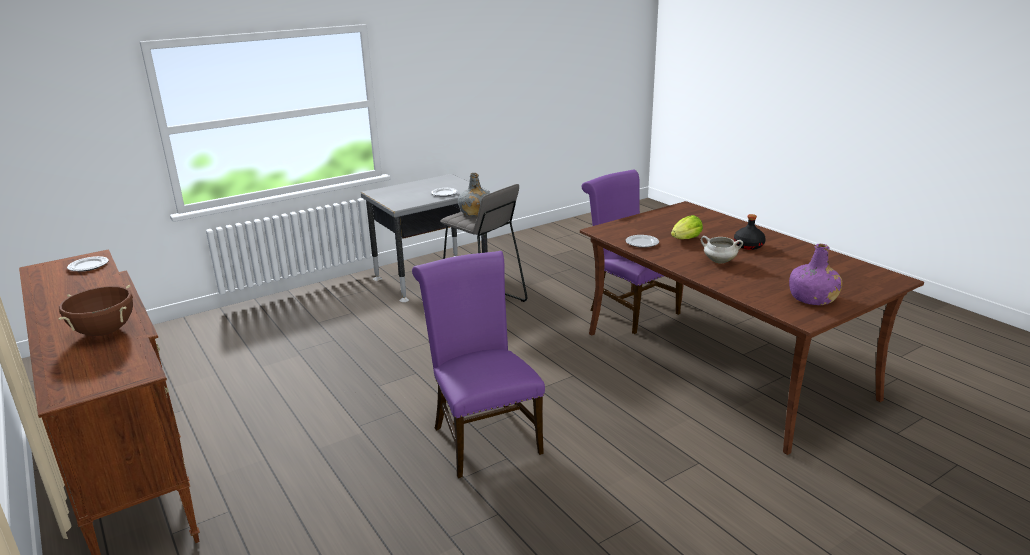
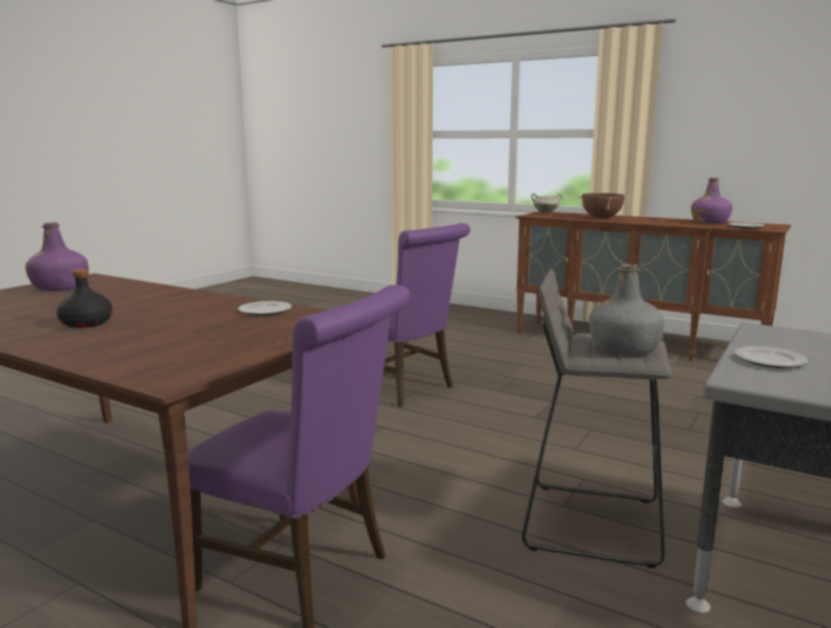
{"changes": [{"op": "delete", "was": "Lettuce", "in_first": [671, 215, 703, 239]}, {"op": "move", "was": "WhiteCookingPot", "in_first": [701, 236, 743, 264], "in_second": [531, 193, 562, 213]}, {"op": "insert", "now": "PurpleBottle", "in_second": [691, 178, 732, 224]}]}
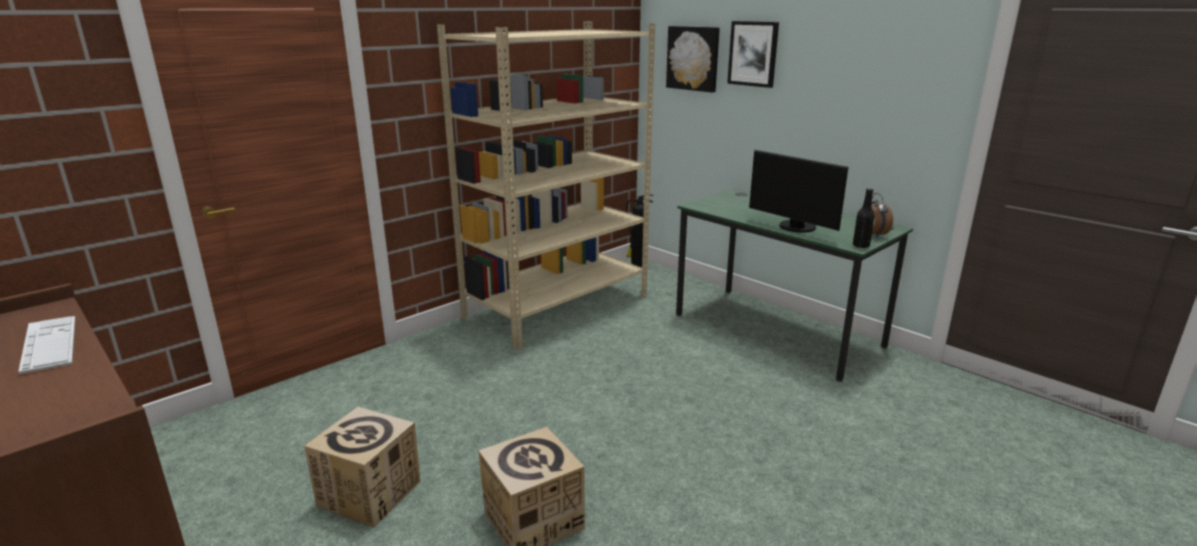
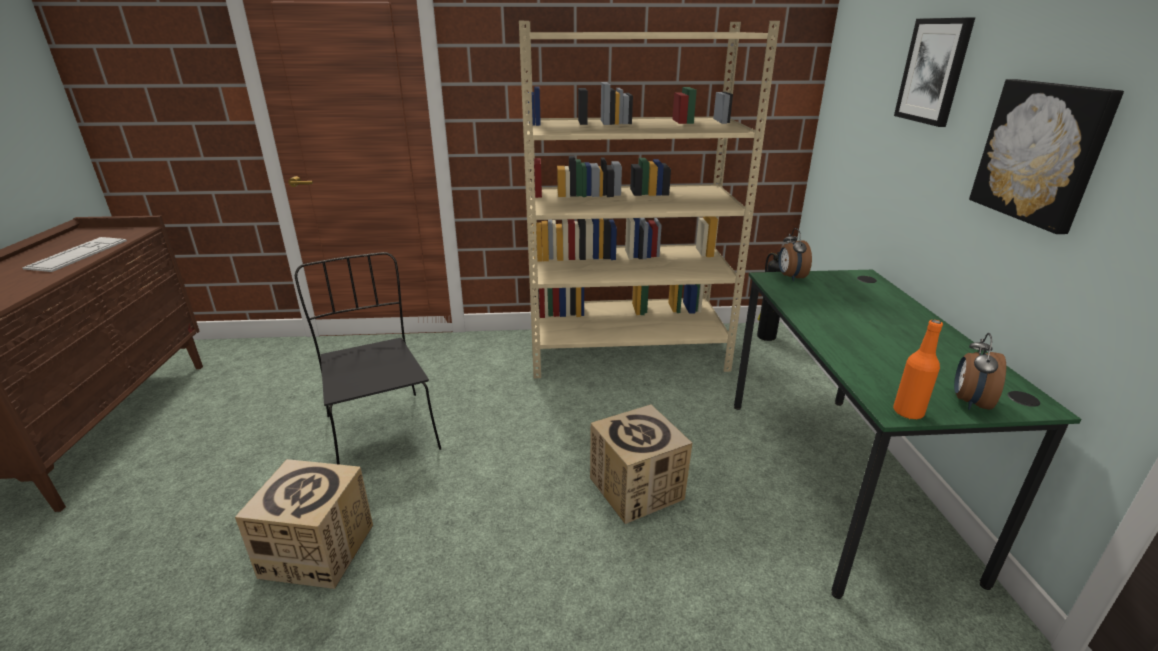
{"changes": [{"op": "move", "was": "Picture", "in_first": [666, 26, 720, 93], "in_second": [969, 79, 1124, 234]}, {"op": "delete", "was": "Monitor", "in_first": [749, 150, 848, 233]}, {"op": "recolor", "was": "BlackBottle", "now": "OrangeBottle", "in_first": [853, 188, 875, 248], "in_second": [893, 320, 943, 419]}, {"op": "move", "was": "CardboardBox", "in_first": [304, 407, 420, 528], "in_second": [590, 404, 692, 524]}, {"op": "insert", "now": "AlarmClock", "in_second": [778, 228, 812, 281]}, {"op": "insert", "now": "BlackChair", "in_second": [295, 252, 441, 465]}]}
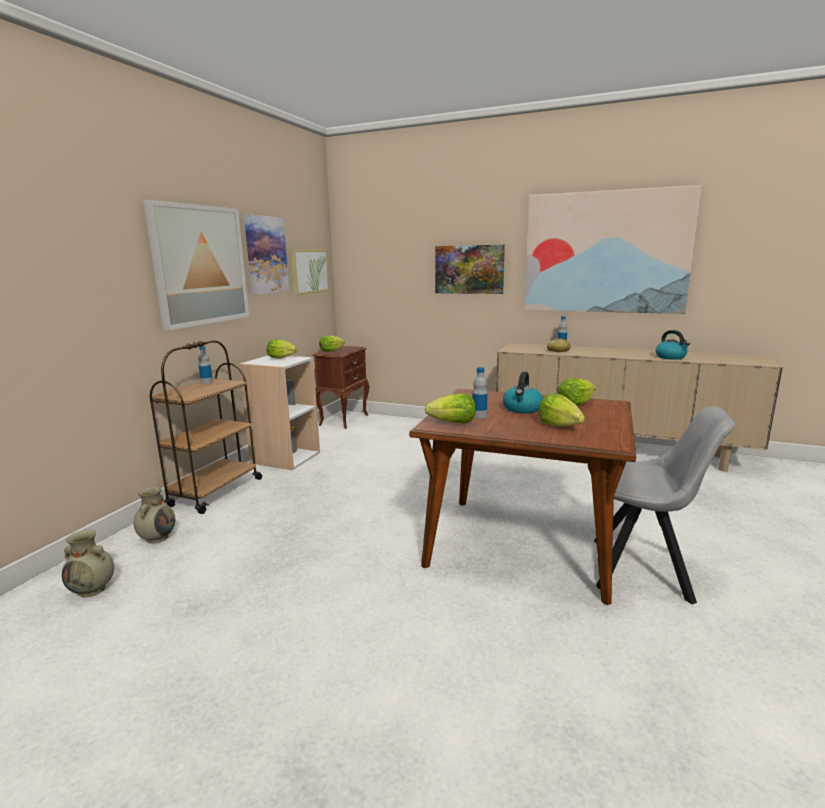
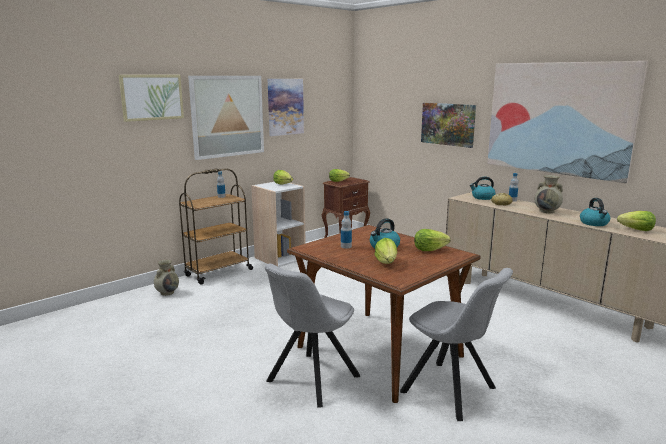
{"changes": [{"op": "move", "was": "Picture", "in_first": [290, 249, 329, 295], "in_second": [119, 75, 184, 122]}, {"op": "move", "was": "Lettuce", "in_first": [425, 393, 475, 423], "in_second": [617, 211, 656, 231]}, {"op": "move", "was": "BeigeVase", "in_first": [62, 530, 114, 598], "in_second": [535, 175, 563, 213]}, {"op": "insert", "now": "Kettle", "in_second": [469, 177, 496, 200]}, {"op": "insert", "now": "GreyChair", "in_second": [265, 264, 360, 407]}]}
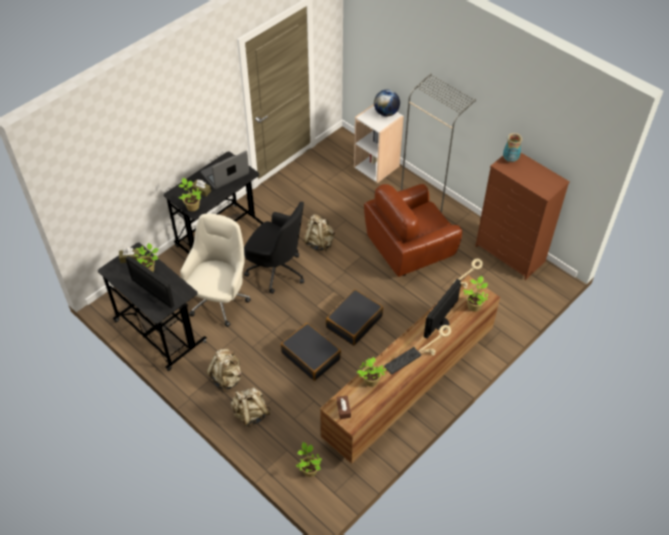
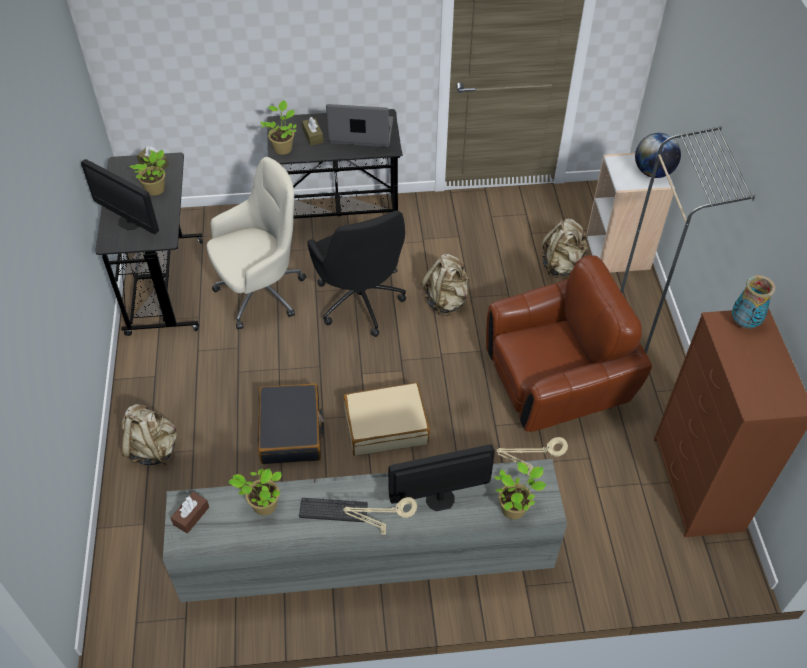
{"changes": [{"op": "rotate", "was": "BrownArmchair", "in_first": [364, 184, 462, 277], "in_second": [486, 255, 652, 432], "clockwise": 150}, {"op": "rotate", "was": "Monitor", "in_first": [126, 256, 174, 308], "in_second": [81, 159, 159, 234], "clockwise": -45}, {"op": "recolor", "was": "BrownCabinet", "now": "GreyCabinet", "in_first": [320, 275, 500, 464], "in_second": [163, 459, 567, 602]}, {"op": "recolor", "was": "BlackSuitcase", "now": "BeigeSuitcase", "in_first": [326, 289, 383, 346], "in_second": [343, 382, 430, 456]}, {"op": "move", "was": "BeigeBackpack", "in_first": [206, 349, 241, 392], "in_second": [542, 218, 588, 278]}, {"op": "delete", "was": "PottedPlant", "in_first": [296, 442, 322, 477]}]}
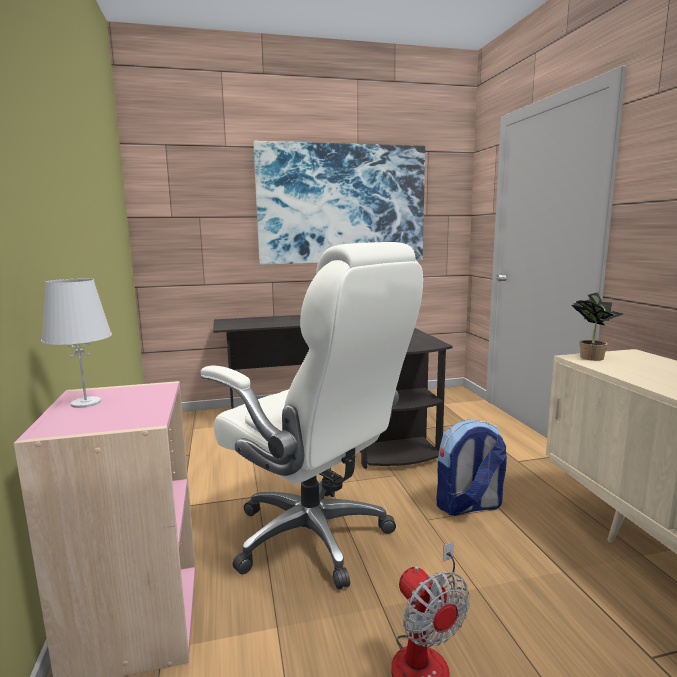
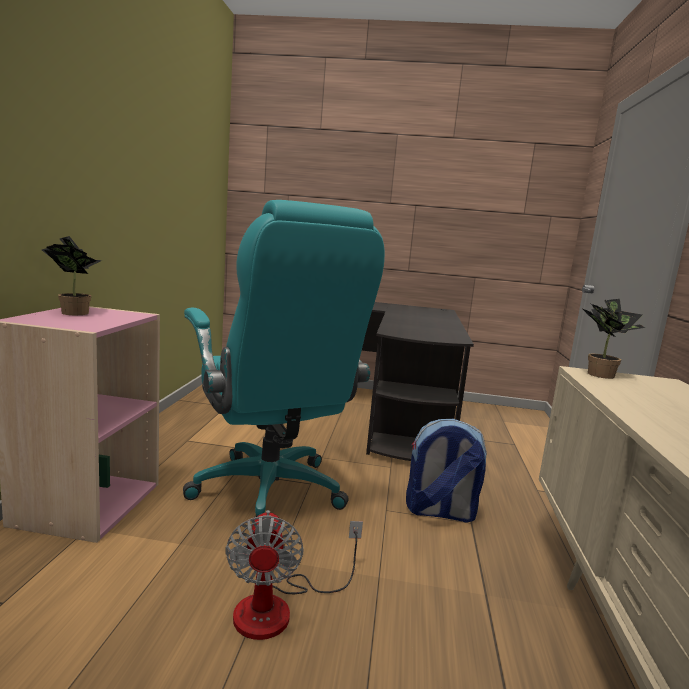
{"changes": [{"op": "delete", "was": "Picture", "in_first": [254, 141, 425, 265]}, {"op": "recolor", "was": "WhiteOfficeChair", "now": "TurquoiseOfficeChair", "in_first": [201, 242, 423, 590], "in_second": [183, 200, 385, 526]}, {"op": "replace", "was": "WhiteTableLamp", "now": "PottedPlant", "in_first": [41, 279, 112, 408], "in_second": [42, 236, 102, 315]}]}
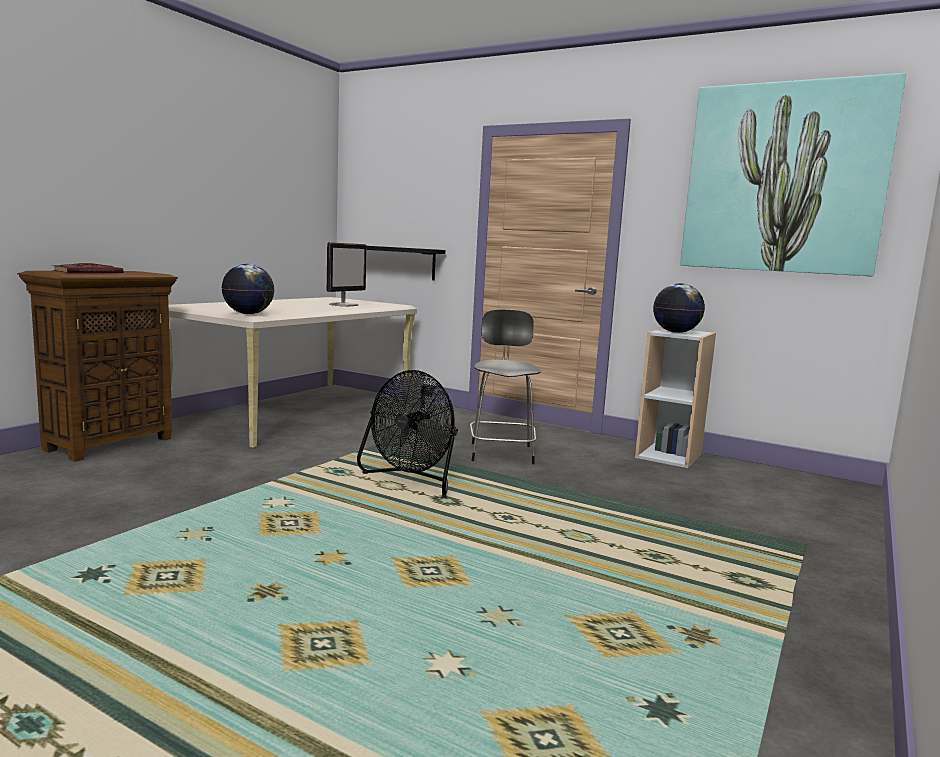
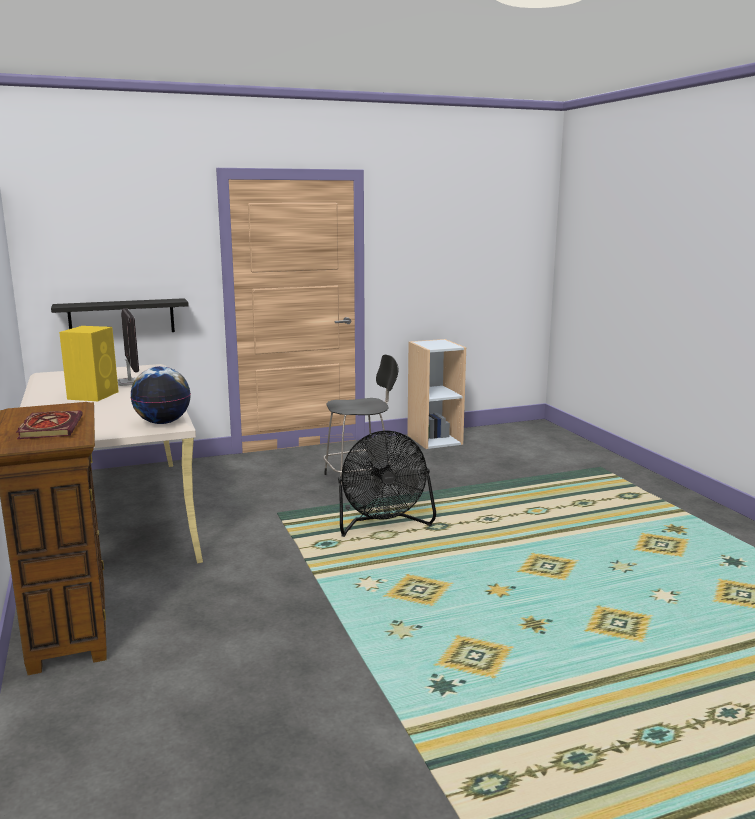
{"changes": [{"op": "delete", "was": "Picture", "in_first": [680, 73, 906, 276]}, {"op": "delete", "was": "Globe", "in_first": [653, 283, 705, 333]}, {"op": "rotate", "was": "BlackChair", "in_first": [470, 309, 541, 464], "in_second": [323, 355, 398, 485], "clockwise": 120}, {"op": "insert", "now": "YellowSpeaker", "in_second": [59, 326, 119, 401]}]}
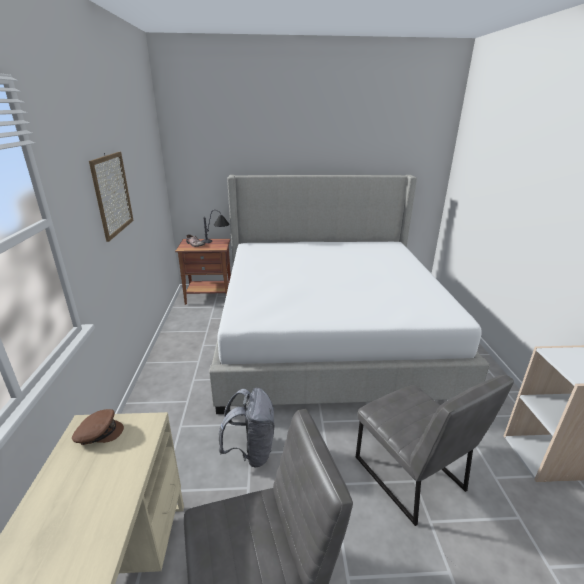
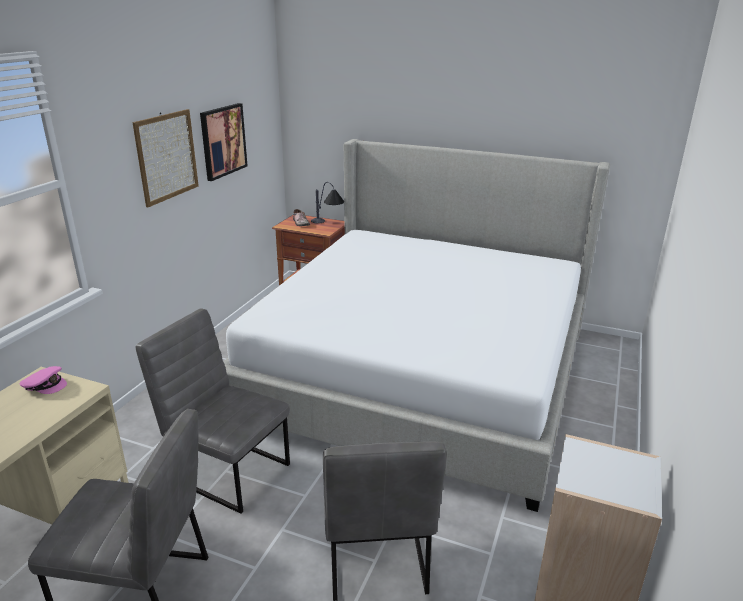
{"changes": [{"op": "replace", "was": "GreyBackpack", "now": "GreyChair", "in_first": [219, 388, 275, 468], "in_second": [136, 308, 290, 514]}, {"op": "recolor", "was": "BrownCap", "now": "PinkCap", "in_first": [72, 409, 124, 445], "in_second": [20, 366, 67, 394]}, {"op": "insert", "now": "Picture", "in_second": [200, 103, 248, 181]}]}
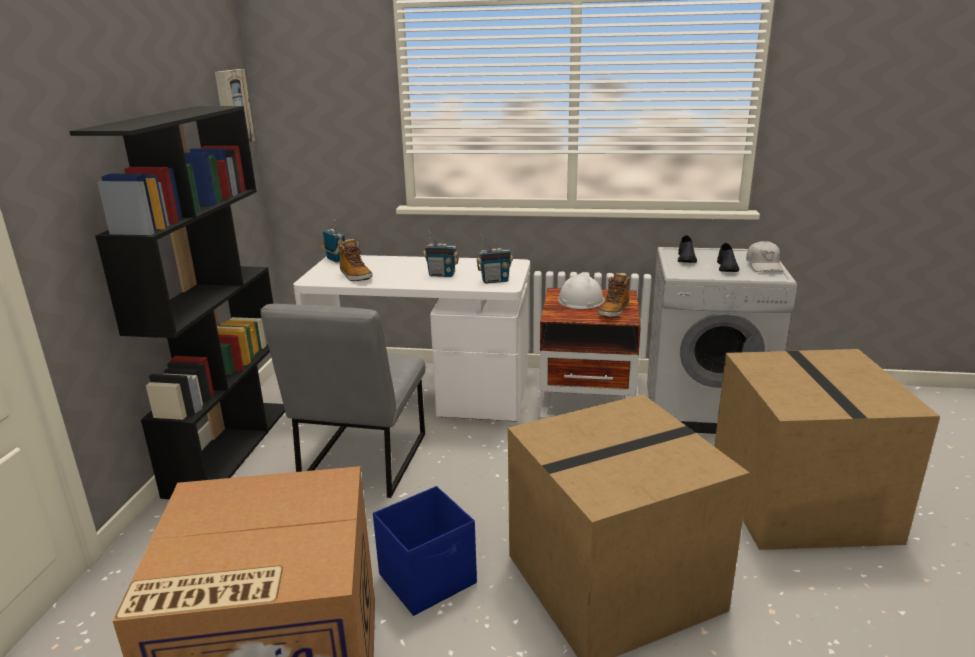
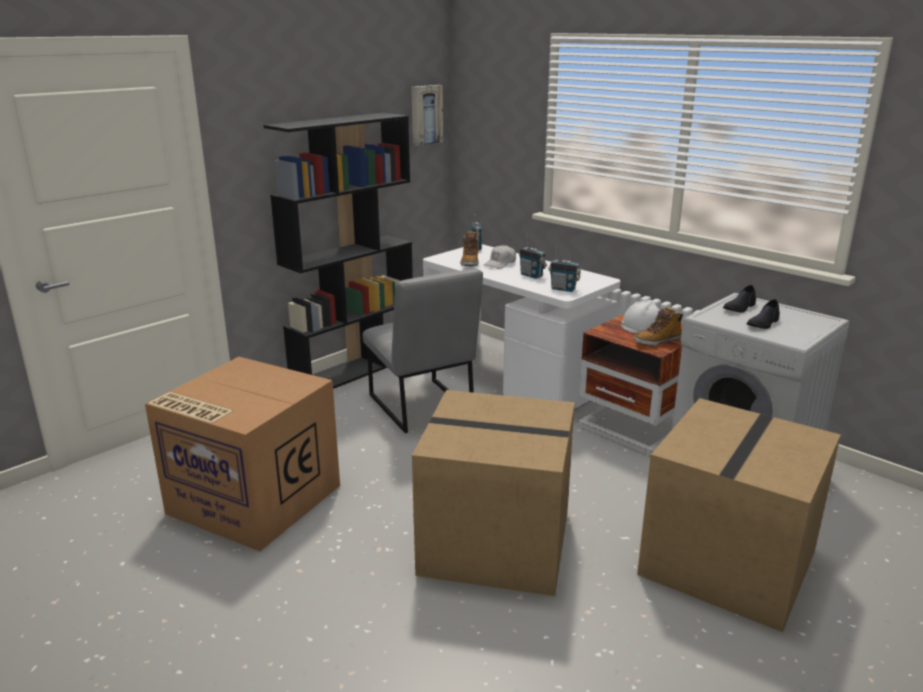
{"changes": [{"op": "move", "was": "WhiteCap", "in_first": [746, 241, 783, 272], "in_second": [484, 245, 516, 269]}, {"op": "rotate", "was": "GreyChair", "in_first": [260, 304, 426, 498], "in_second": [363, 269, 483, 433], "clockwise": -75}, {"op": "delete", "was": "BlueStorageBox", "in_first": [373, 486, 477, 616]}]}
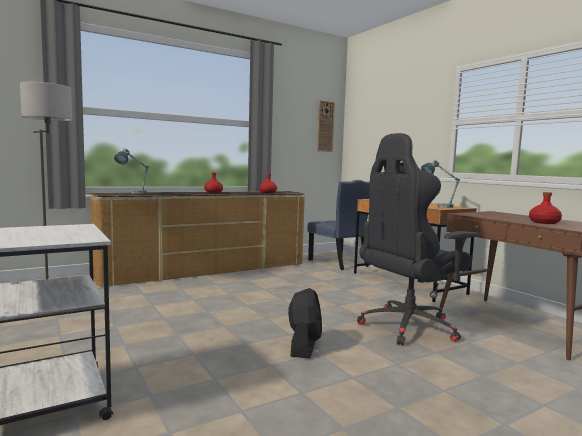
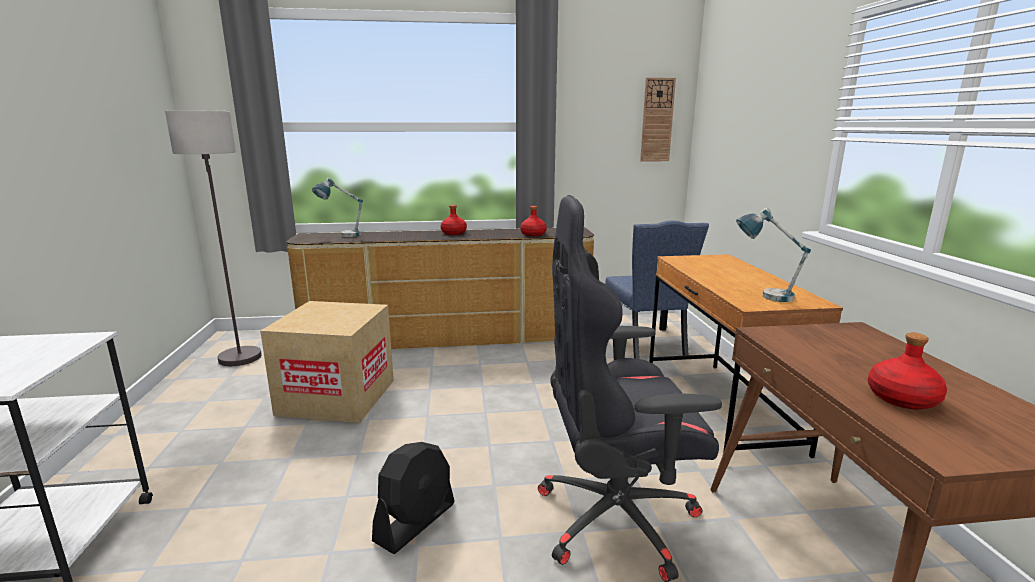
{"changes": [{"op": "insert", "now": "CardboardBox", "in_second": [260, 301, 394, 423]}]}
